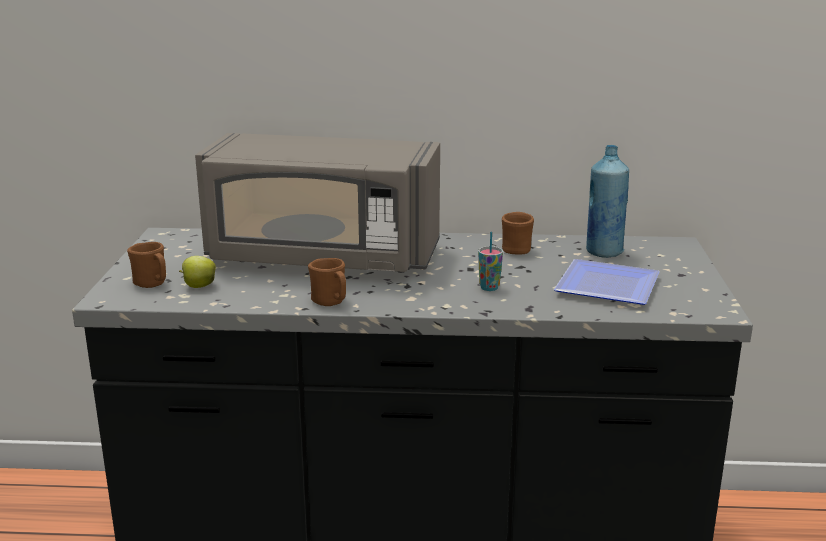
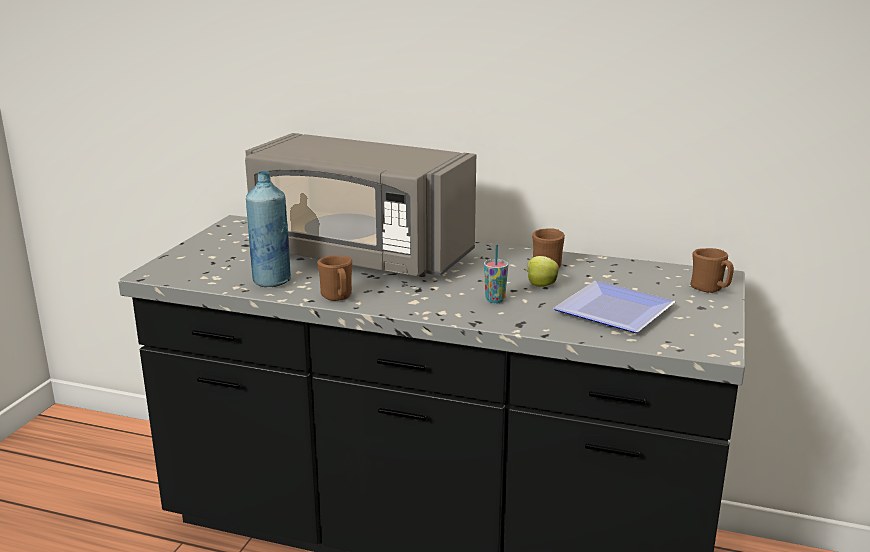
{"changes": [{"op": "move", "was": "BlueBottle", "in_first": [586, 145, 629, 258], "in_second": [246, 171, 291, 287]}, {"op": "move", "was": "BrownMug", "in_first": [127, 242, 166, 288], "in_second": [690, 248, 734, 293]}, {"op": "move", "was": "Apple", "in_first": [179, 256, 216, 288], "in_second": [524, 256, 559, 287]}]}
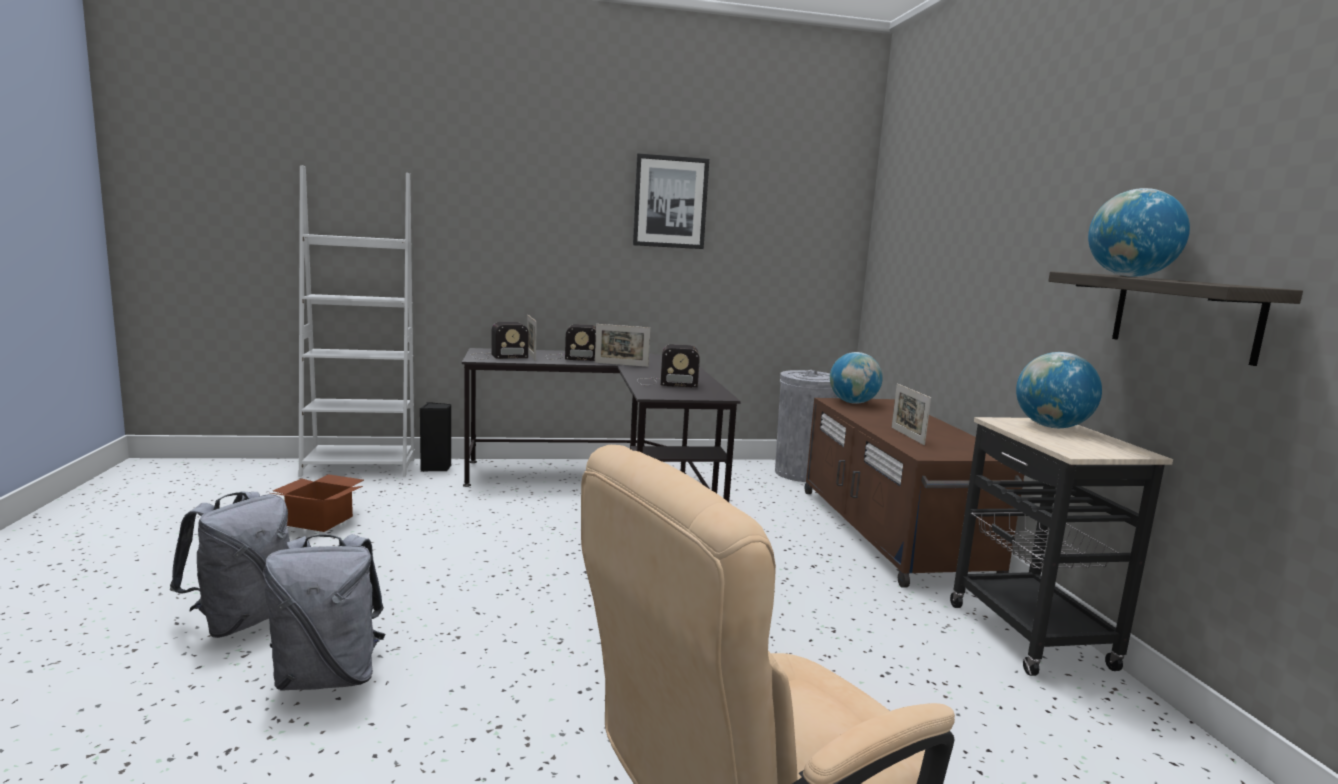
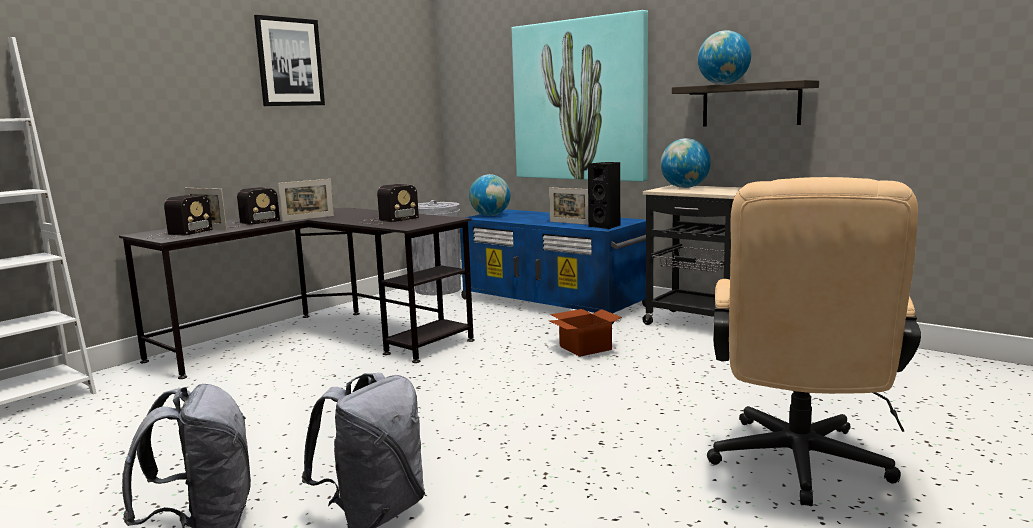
{"changes": [{"op": "recolor", "was": "BrownCabinet", "now": "BlueCabinet", "in_first": [805, 398, 1024, 588], "in_second": [458, 209, 654, 324]}, {"op": "move", "was": "BlackSpeaker", "in_first": [420, 402, 451, 472], "in_second": [588, 162, 621, 229]}, {"op": "move", "was": "CardboardBox", "in_first": [271, 474, 364, 532], "in_second": [549, 309, 622, 357]}, {"op": "insert", "now": "Picture", "in_second": [512, 10, 648, 182]}]}
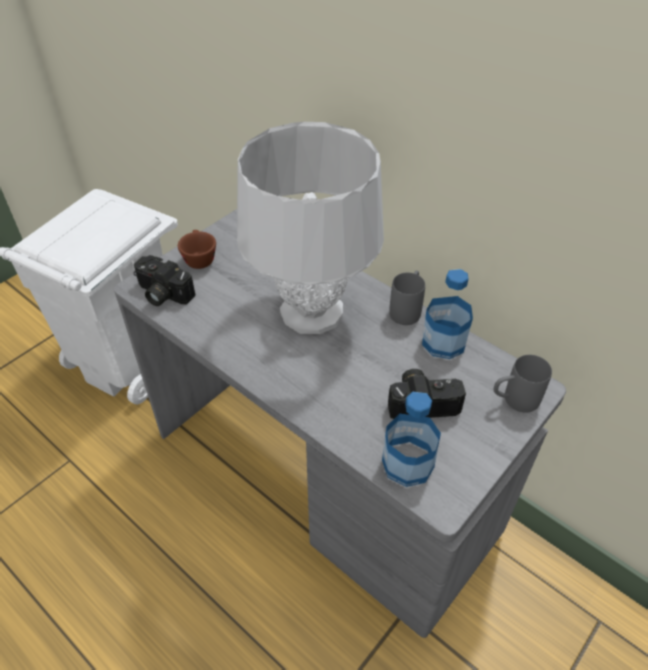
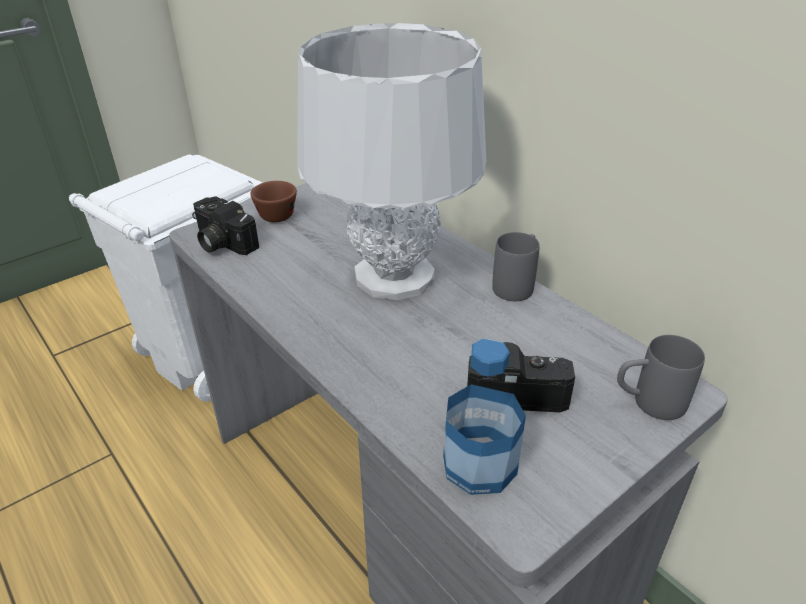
{"changes": [{"op": "delete", "was": "Bottle", "in_first": [422, 269, 473, 359]}]}
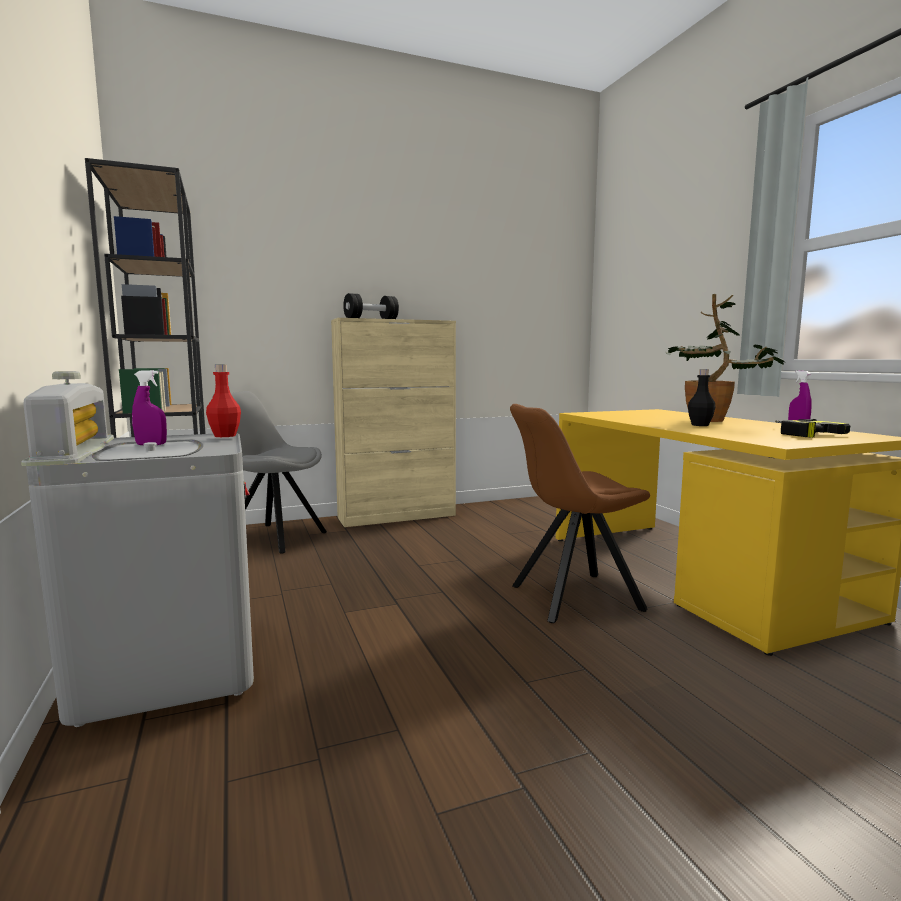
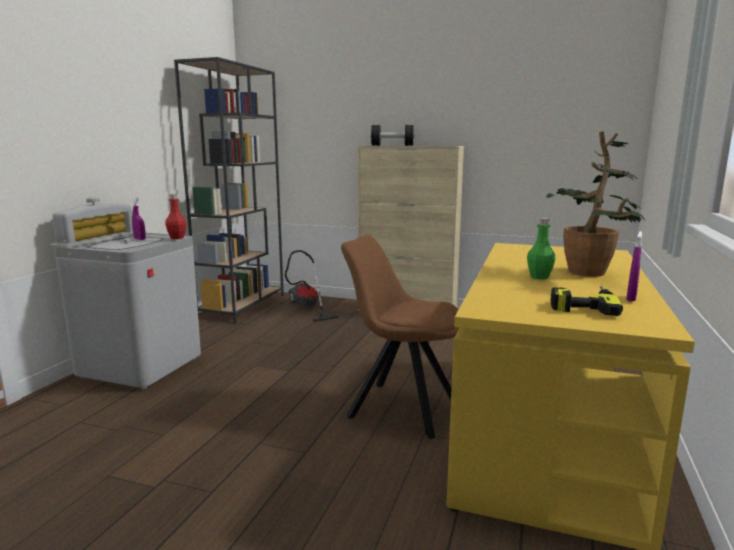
{"changes": [{"op": "recolor", "was": "BlackBottle", "now": "GreenBottle", "in_first": [688, 369, 716, 426], "in_second": [527, 218, 555, 279]}, {"op": "replace", "was": "GreyChair", "now": "VacuumCleaner", "in_first": [213, 391, 327, 554], "in_second": [285, 250, 339, 322]}]}
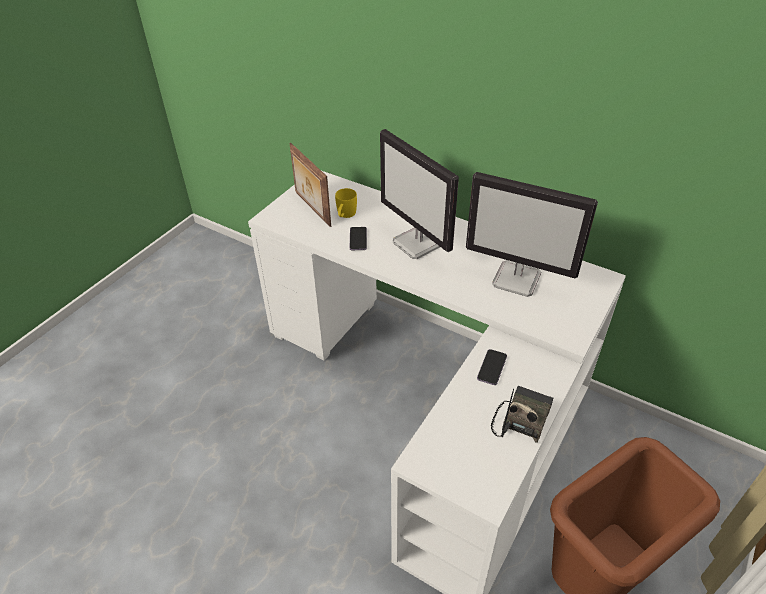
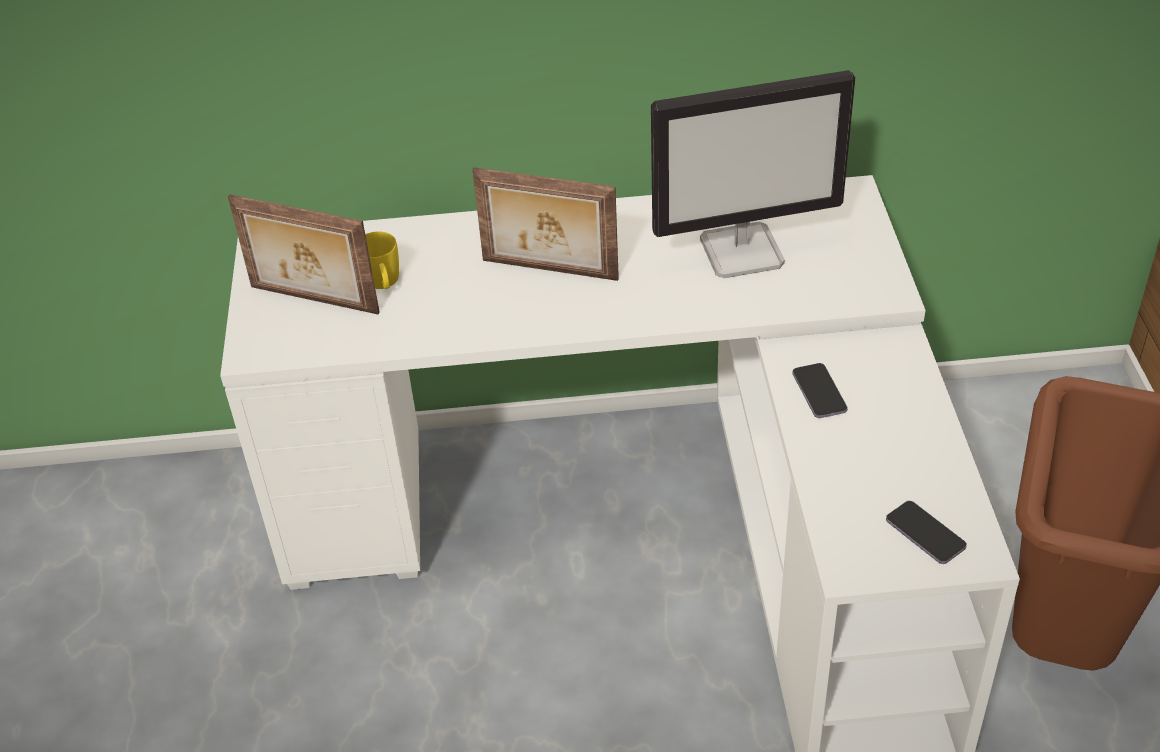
{"changes": [{"op": "replace", "was": "Monitor", "now": "PictureFrame", "in_first": [380, 129, 459, 259], "in_second": [472, 167, 619, 281]}, {"op": "move", "was": "Phone", "in_first": [350, 227, 367, 250], "in_second": [886, 501, 967, 564]}, {"op": "delete", "was": "Radio", "in_first": [491, 386, 554, 443]}]}
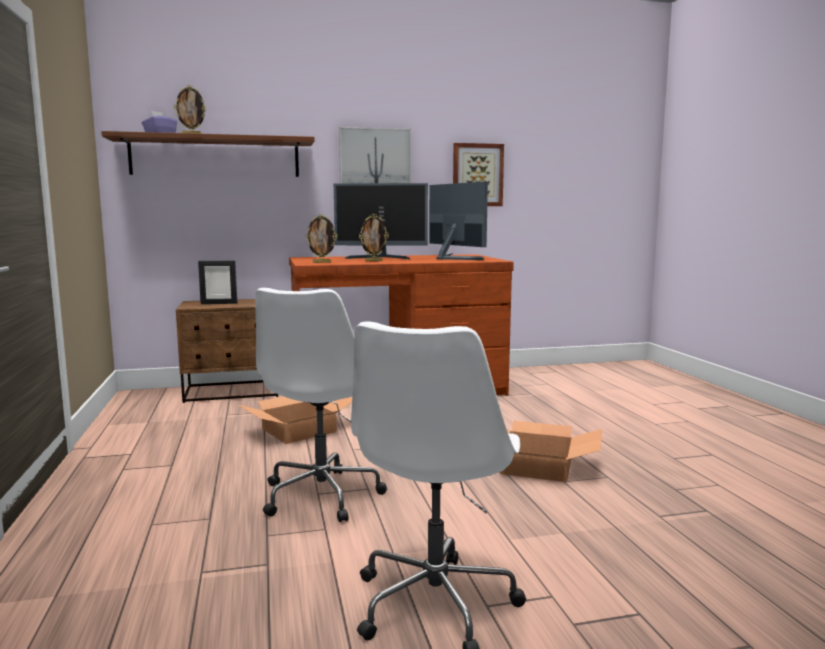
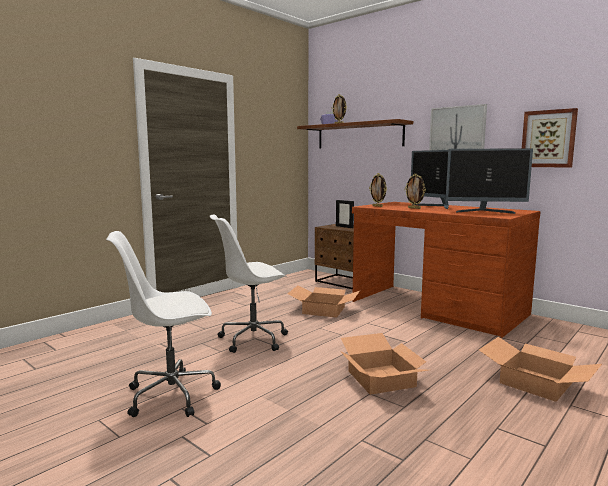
{"changes": [{"op": "rotate", "was": "Monitor", "in_first": [429, 182, 488, 260], "in_second": [446, 148, 533, 214], "clockwise": 75}, {"op": "insert", "now": "CardboardBox", "in_second": [479, 337, 602, 402]}]}
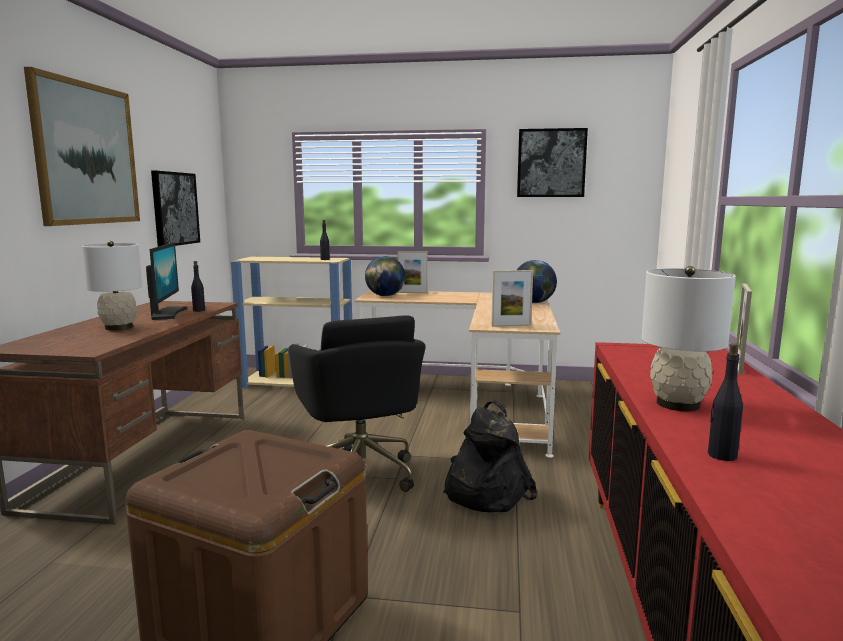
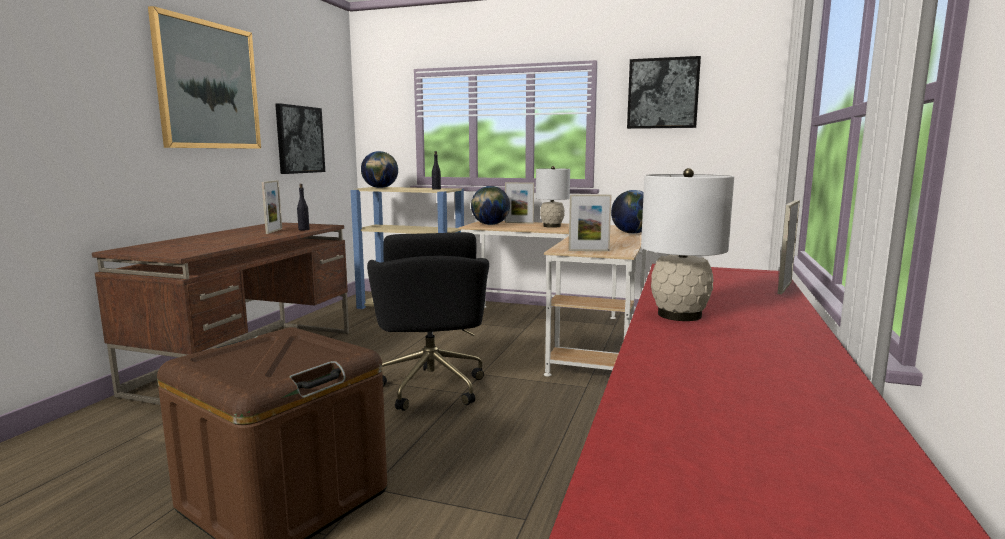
{"changes": [{"op": "move", "was": "WhiteTableLamp", "in_first": [82, 241, 142, 330], "in_second": [536, 166, 570, 228]}, {"op": "replace", "was": "Monitor", "now": "PictureFrame", "in_first": [146, 242, 187, 320], "in_second": [262, 180, 282, 234]}, {"op": "delete", "was": "BlackBottle", "in_first": [708, 343, 743, 461]}, {"op": "delete", "was": "BlackBackpack", "in_first": [443, 400, 537, 512]}, {"op": "insert", "now": "Globe", "in_second": [361, 151, 398, 188]}]}
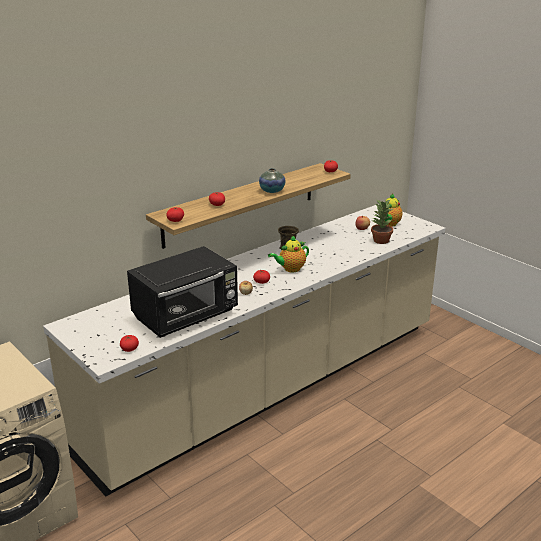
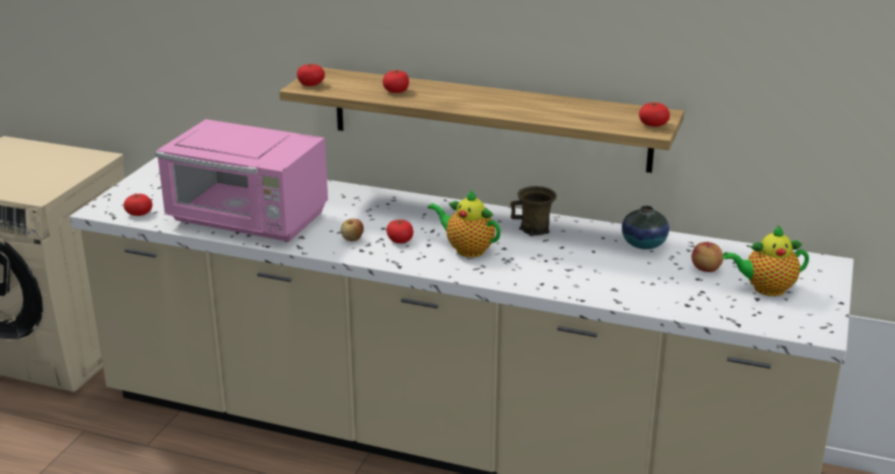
{"changes": [{"op": "move", "was": "Vase", "in_first": [259, 168, 285, 193], "in_second": [622, 206, 669, 249]}, {"op": "delete", "was": "PottedPlant", "in_first": [371, 199, 393, 244]}, {"op": "recolor", "was": "BlackMicrowave", "now": "PinkMicrowave", "in_first": [127, 246, 238, 338], "in_second": [155, 119, 328, 242]}]}
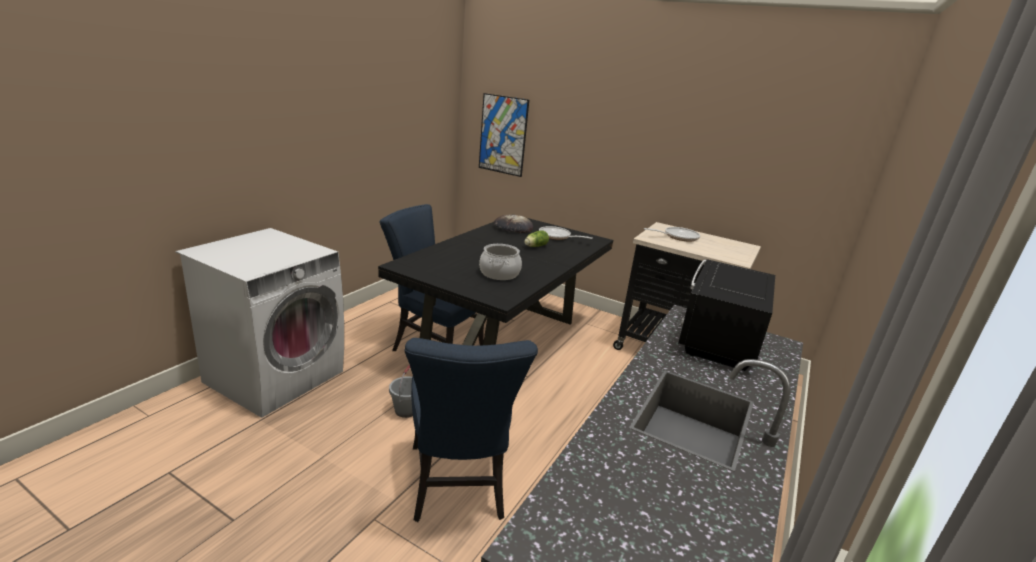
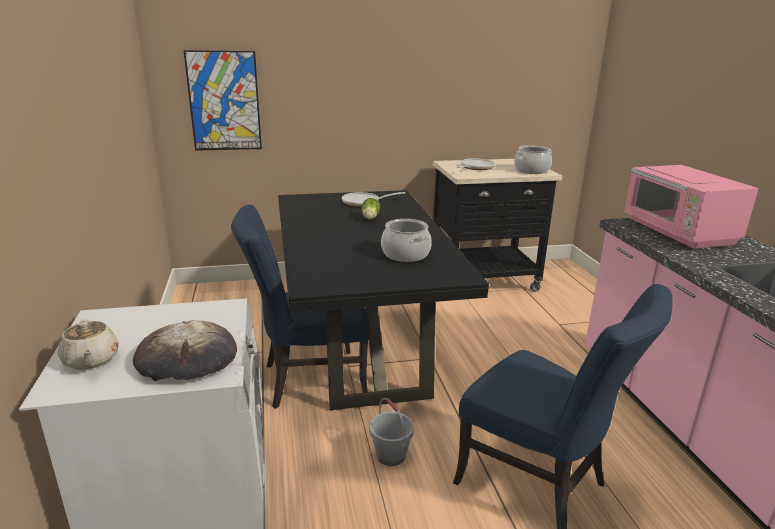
{"changes": [{"op": "move", "was": "Bread", "in_first": [493, 215, 533, 233], "in_second": [133, 320, 237, 381]}, {"op": "recolor", "was": "BlackMicrowave", "now": "PinkMicrowave", "in_first": [678, 259, 775, 371], "in_second": [624, 165, 759, 250]}, {"op": "insert", "now": "CookingPot", "in_second": [514, 145, 552, 174]}, {"op": "insert", "now": "BeigeTeapot", "in_second": [58, 318, 119, 370]}]}
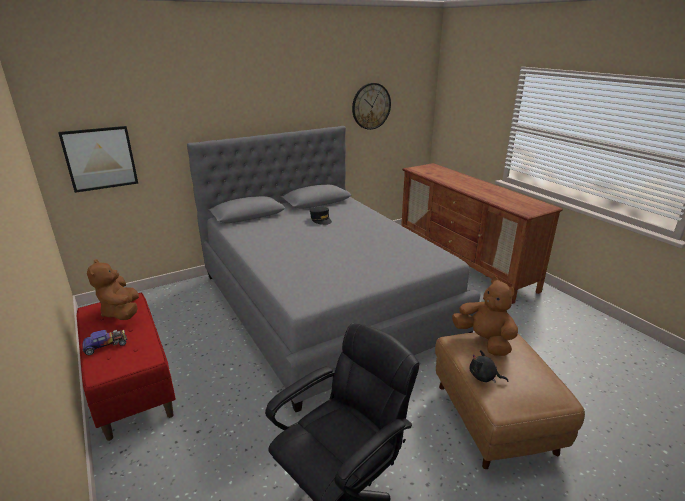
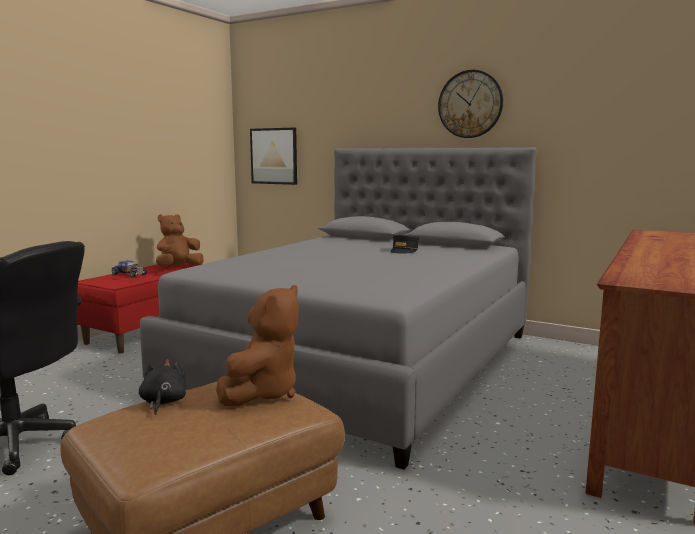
{"changes": [{"op": "move", "was": "WallClock", "in_first": [352, 83, 391, 130], "in_second": [438, 70, 503, 138]}]}
